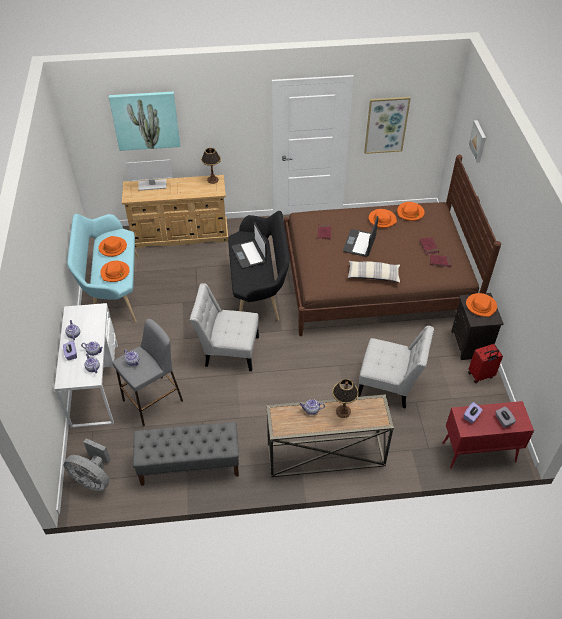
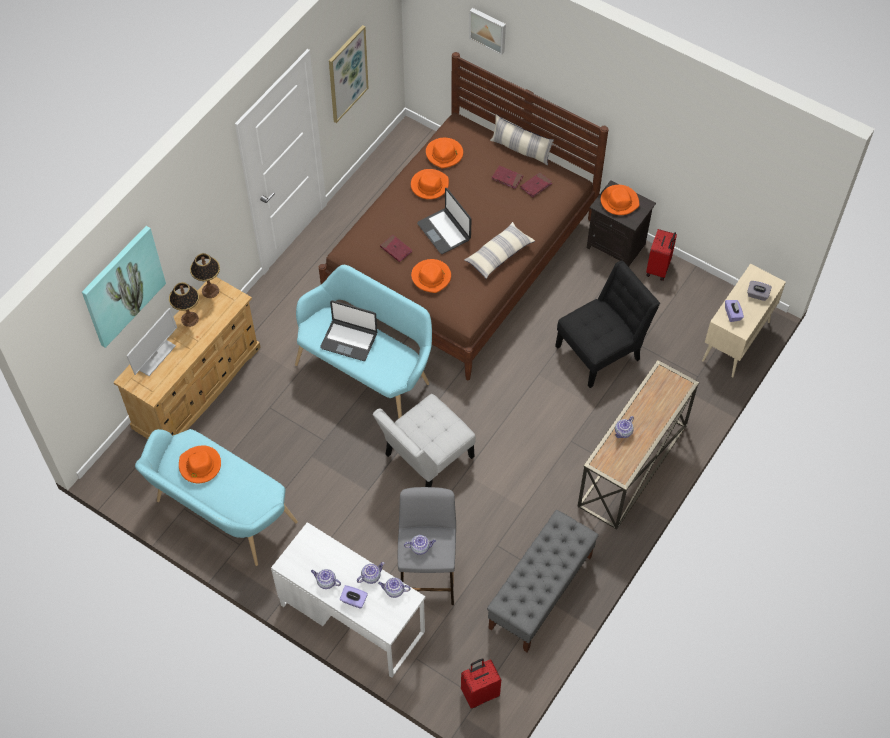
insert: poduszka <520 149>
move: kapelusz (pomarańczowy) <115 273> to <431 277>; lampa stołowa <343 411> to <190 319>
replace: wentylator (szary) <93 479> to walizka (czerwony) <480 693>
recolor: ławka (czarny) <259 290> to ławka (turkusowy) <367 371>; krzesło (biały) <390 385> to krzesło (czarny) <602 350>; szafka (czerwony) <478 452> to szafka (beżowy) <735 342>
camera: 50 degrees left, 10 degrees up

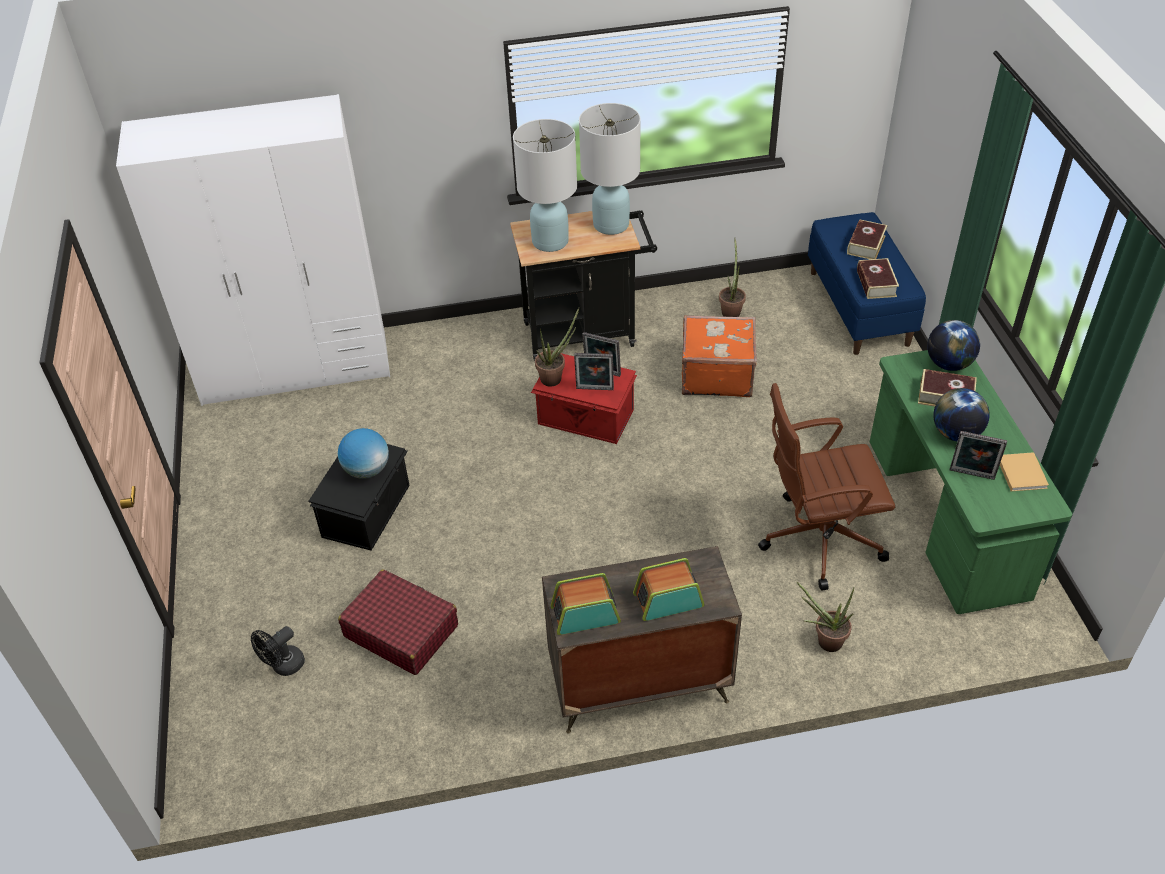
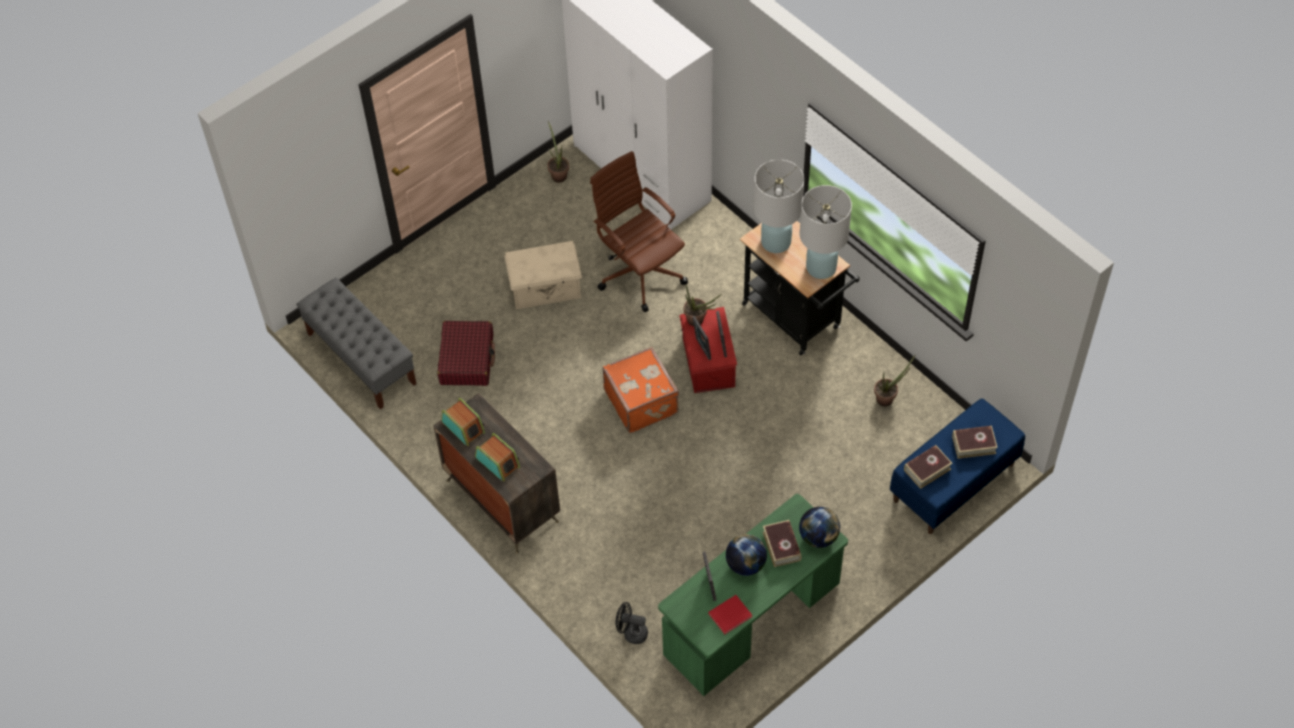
delete: globus <367 470>
insert: ławka (szary) <361 358>
move: walizka (pomarańczowy) <716 374> to <642 401>; krzesło biurowe (brązowy) <817 539> to <640 272>; roślina doniczkowa <824 641> to <558 174>; wentylator (czarny) <283 666> to <631 633>
recolor: pojemnik do przechowywania (czarny) <368 510> to pojemnik do przechowywania (beżowy) <546 288>; książka (beżowy) <1021 472> to książka (czerwony) <731 614>
camera: 60 degrees right, 10 degrees up

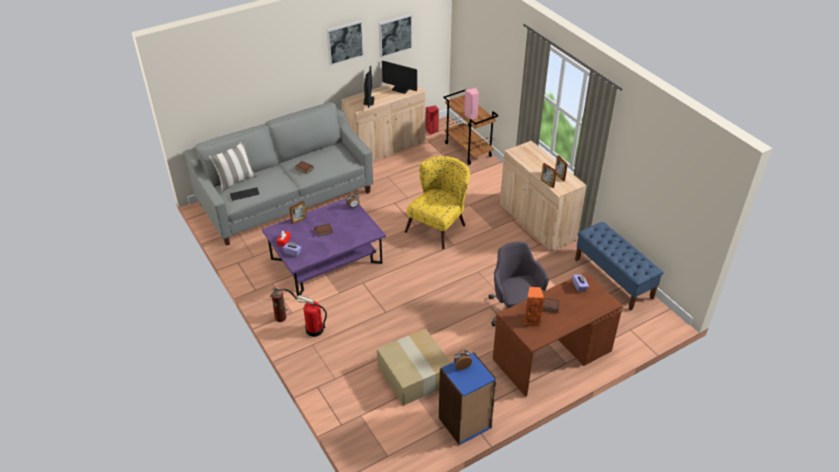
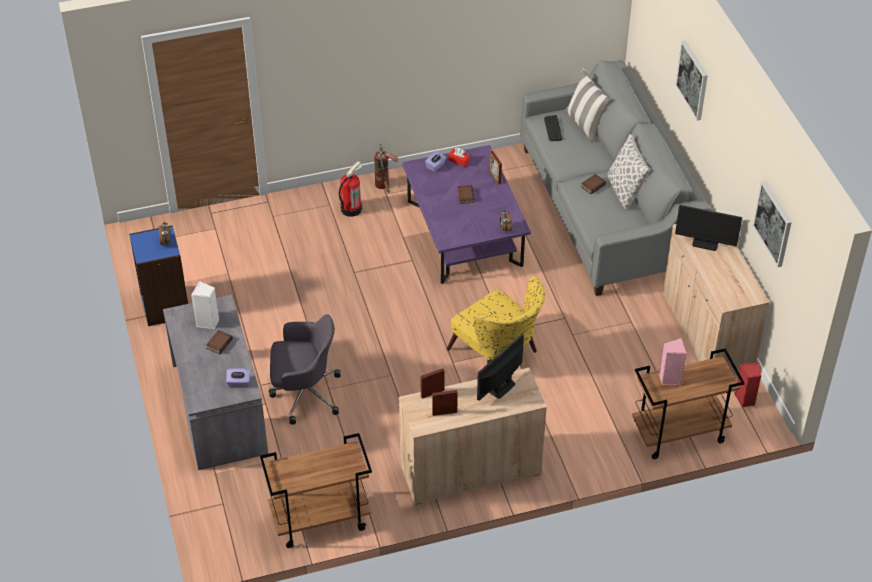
delete: karton <415 375>
insert: poduszka <625 190>
move: obraz <345 42> to <693 80>; monitor <400 89> to <501 387>
replace: ławka (niebieski) <613 279> to wózek (brązowy) <319 520>
recolor: biurko (brązowy) <552 356> to biurko (szary) <218 408>; głośnik (pomarańczowy) <531 319> to głośnik (biały) <208 322>
camera: 105 degrees right, 5 degrees up

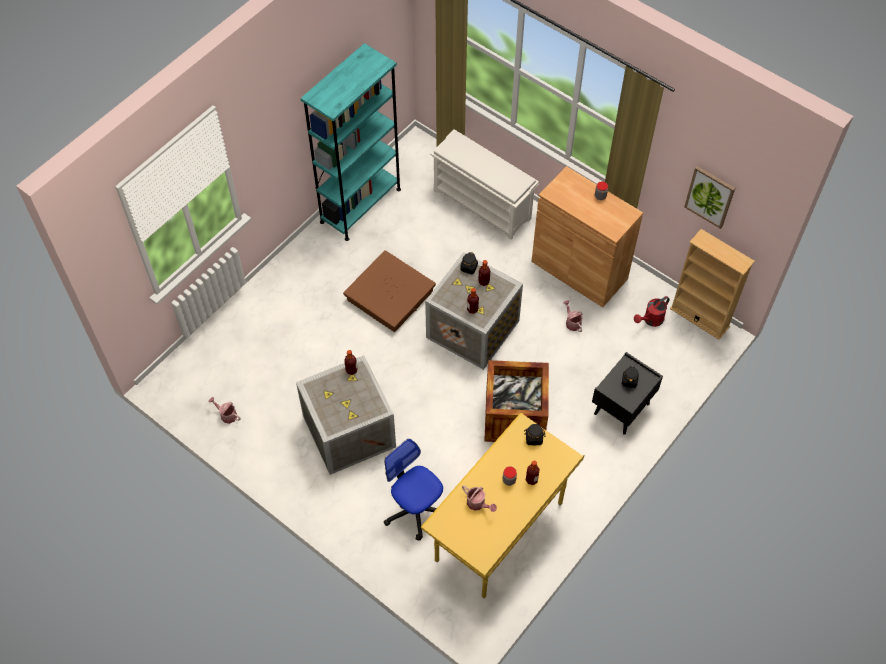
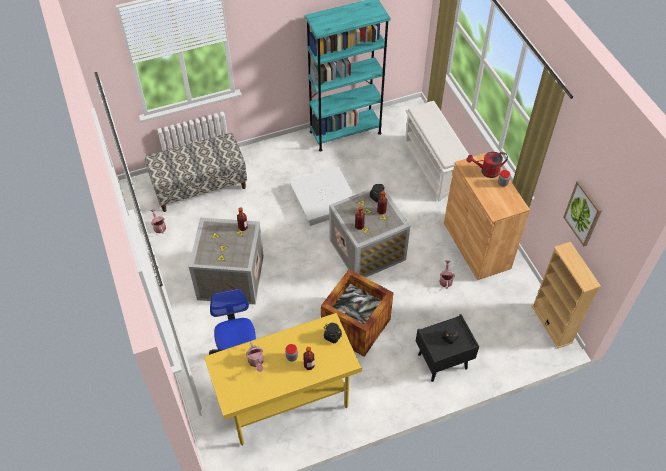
insert: ławka <200 186>
move: konewka (czerwony) <651 320> to <486 171>
recolor: pojemnik do przechowywania (brązowy) <390 295> to pojemnik do przechowywania (biały) <324 200>
camera: 30 degrees right, 5 degrees down

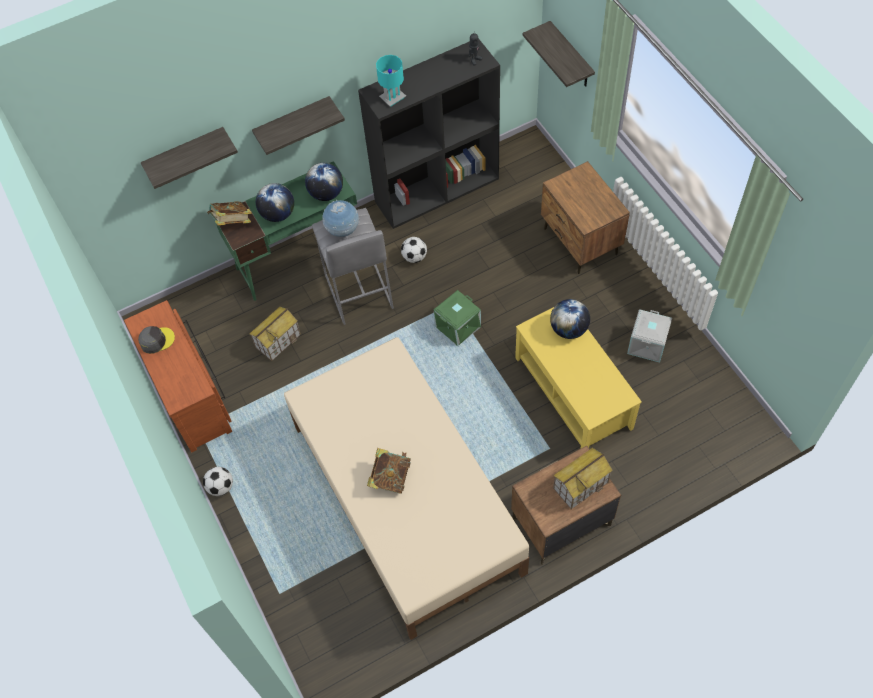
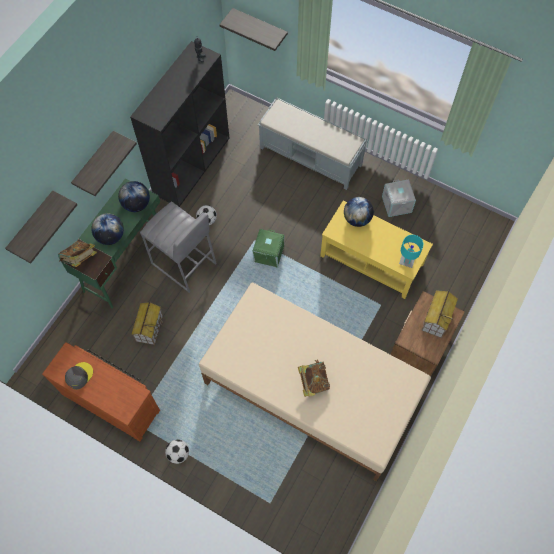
delete: globus <343 230>
move: lampa stołowa (turkusowy) <393 98> to <407 260>
replace: szafka nocna (brązowy) <580 242> to ławka (szary) <311 156>
camera: 35 degrees left, 5 degrees up

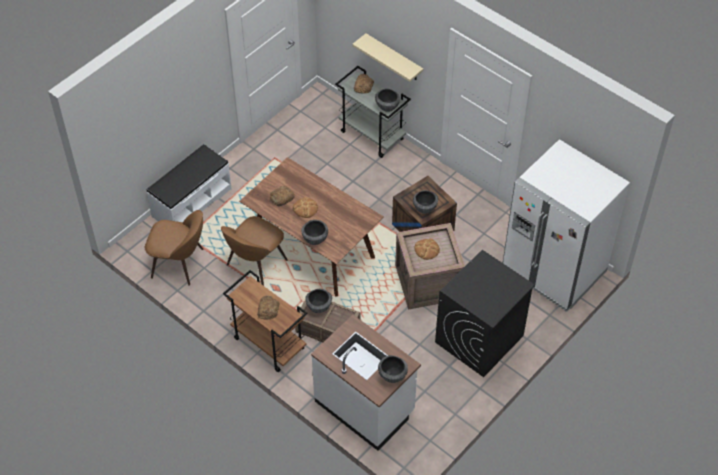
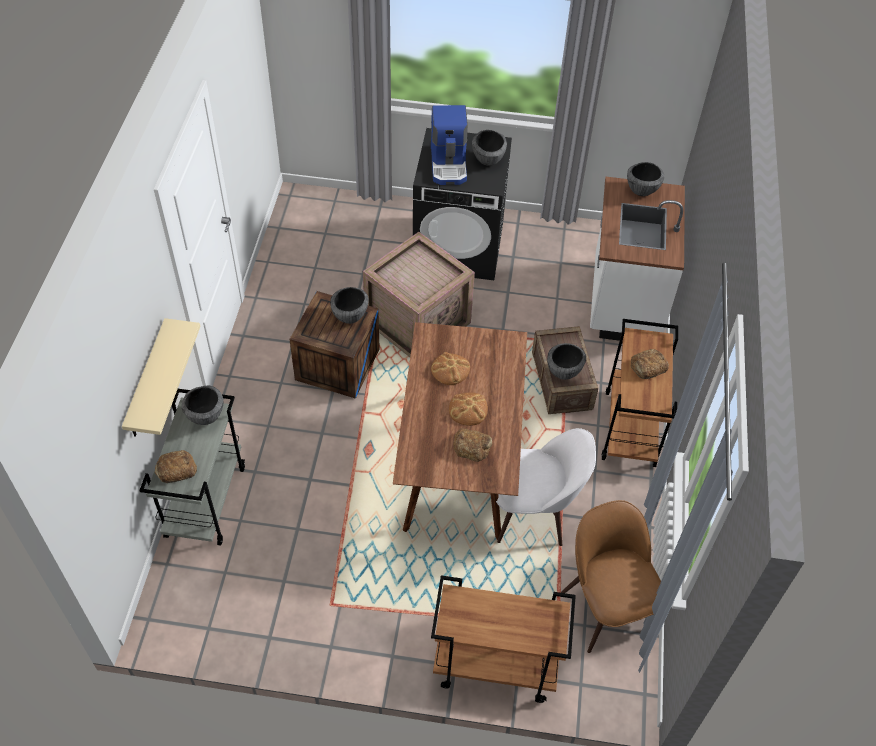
delete: lodówka (biały) <554 270>
insert: ekspres do kawy <449 164>
move: miska <315 239> to <488 160>; chleb <426 249> to <450 370>
replace: ławka (biały) <191 202> to wózek (brązowy) <494 666>
recolor: krzesło (brązowy) <255 264> to krzesło (biały) <533 512>
camera: 125 degrees left, 0 degrees up

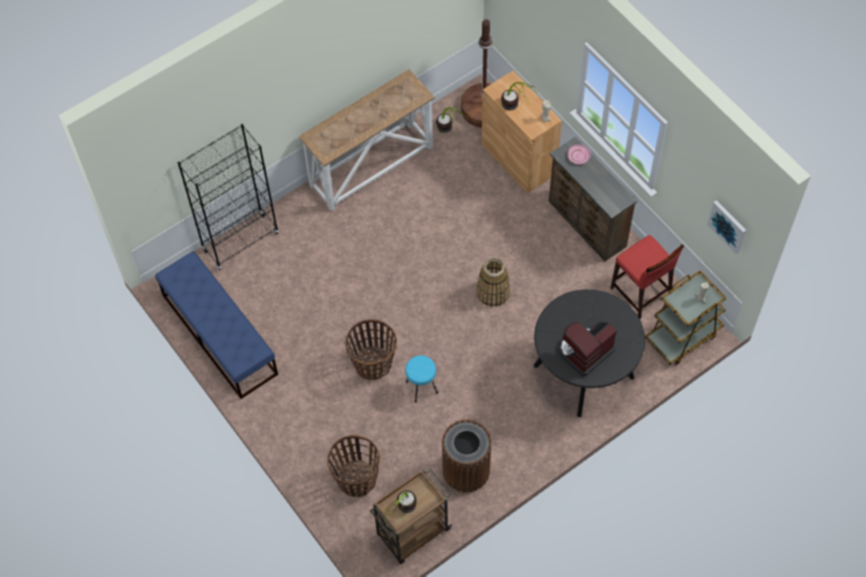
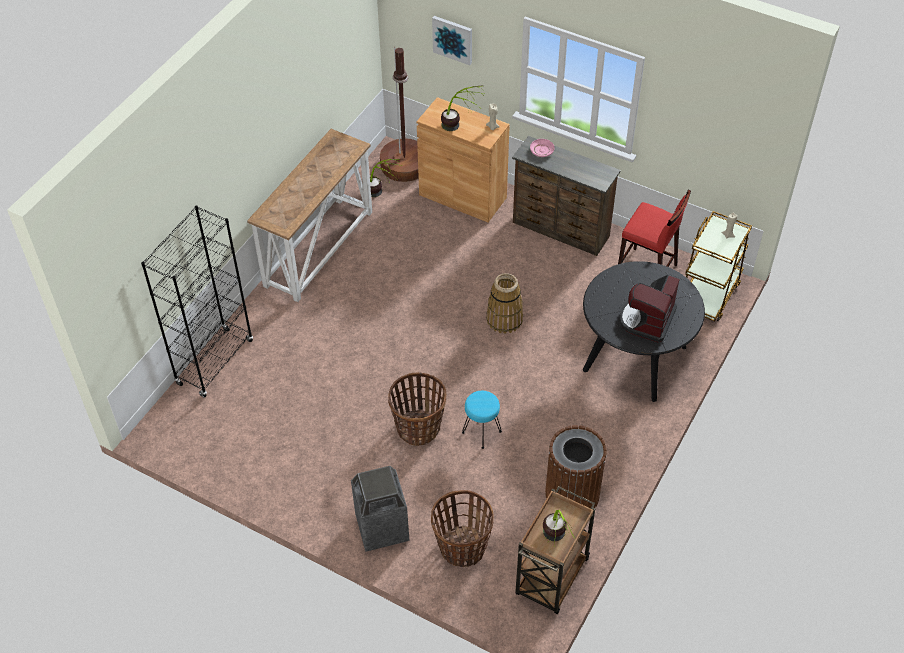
delete: ławka (niebieski) <219 334>
insert: kosz na śmieci <381 528>
move: obraz <728 226> to <453 39>
camera: 25 degrees left, 10 degrees down

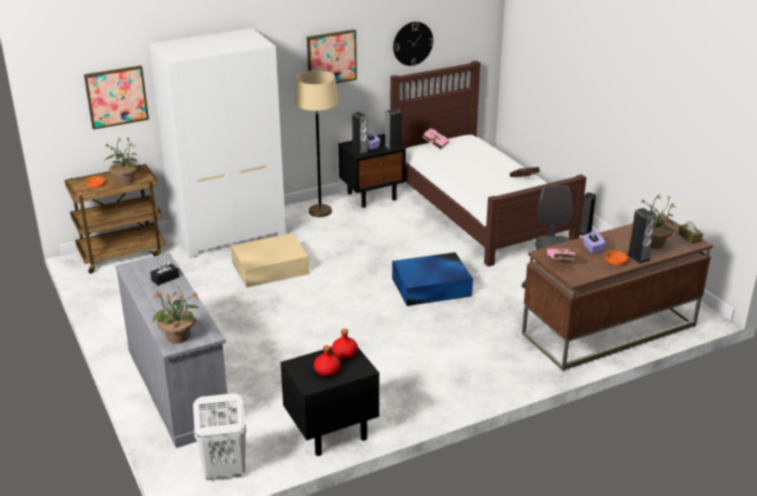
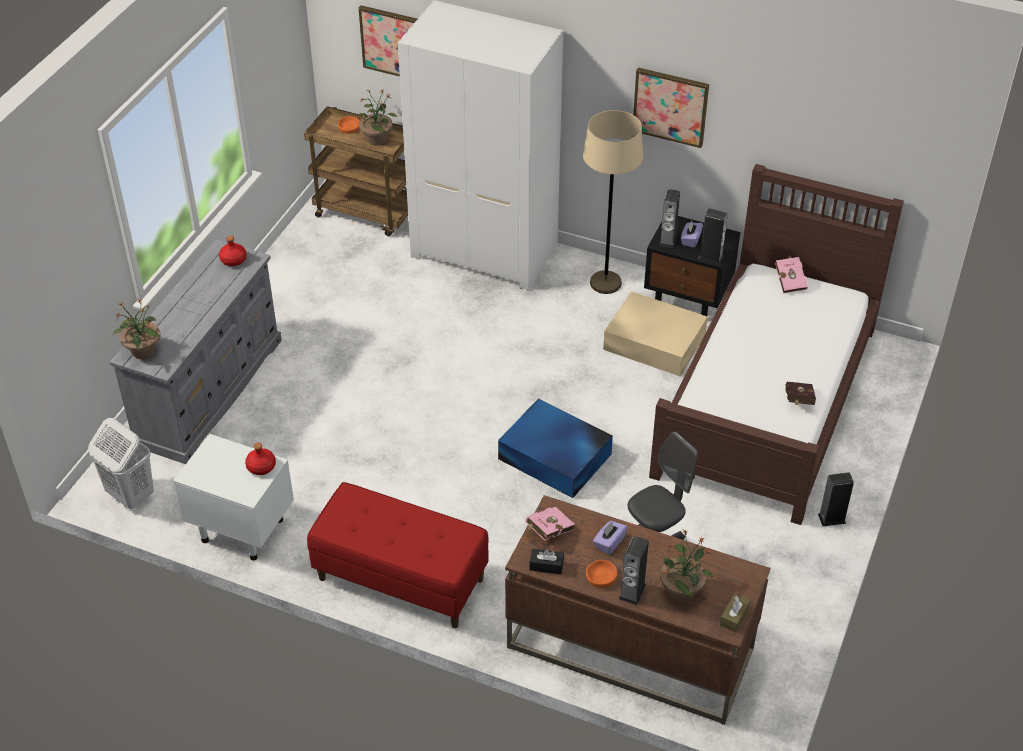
delete: zegar ścienny <412 43>
insert: ławka (czerwony) <400 579>
move: pojemnik do przechowywania (beżowy) <269 268> to <653 341>; pudełko chusteczek (czarny) <165 279> to <546 565>; butelka (czerwony) <327 370> to <234 260>
recolor: szafka nocna (czarny) <330 432> to szafka nocna (biały) <241 529>
camera: 50 degrees right, 15 degrees up

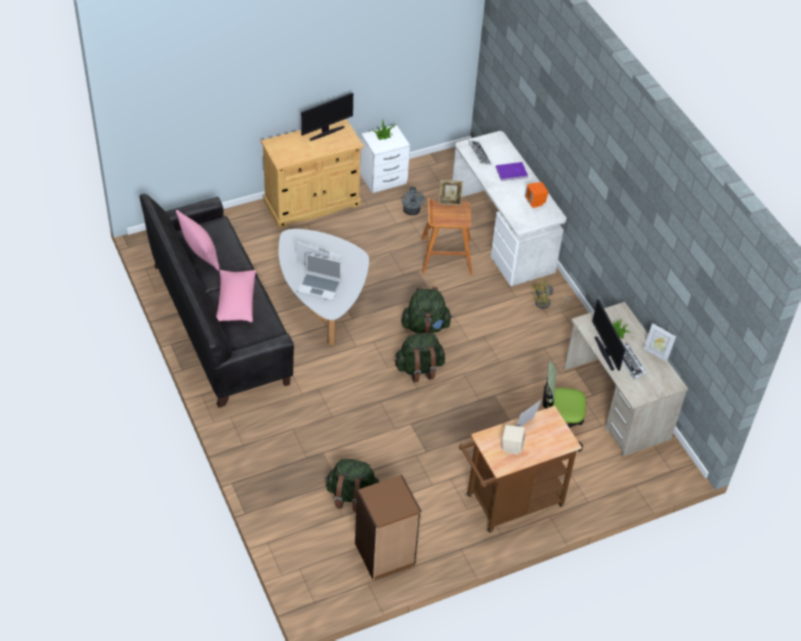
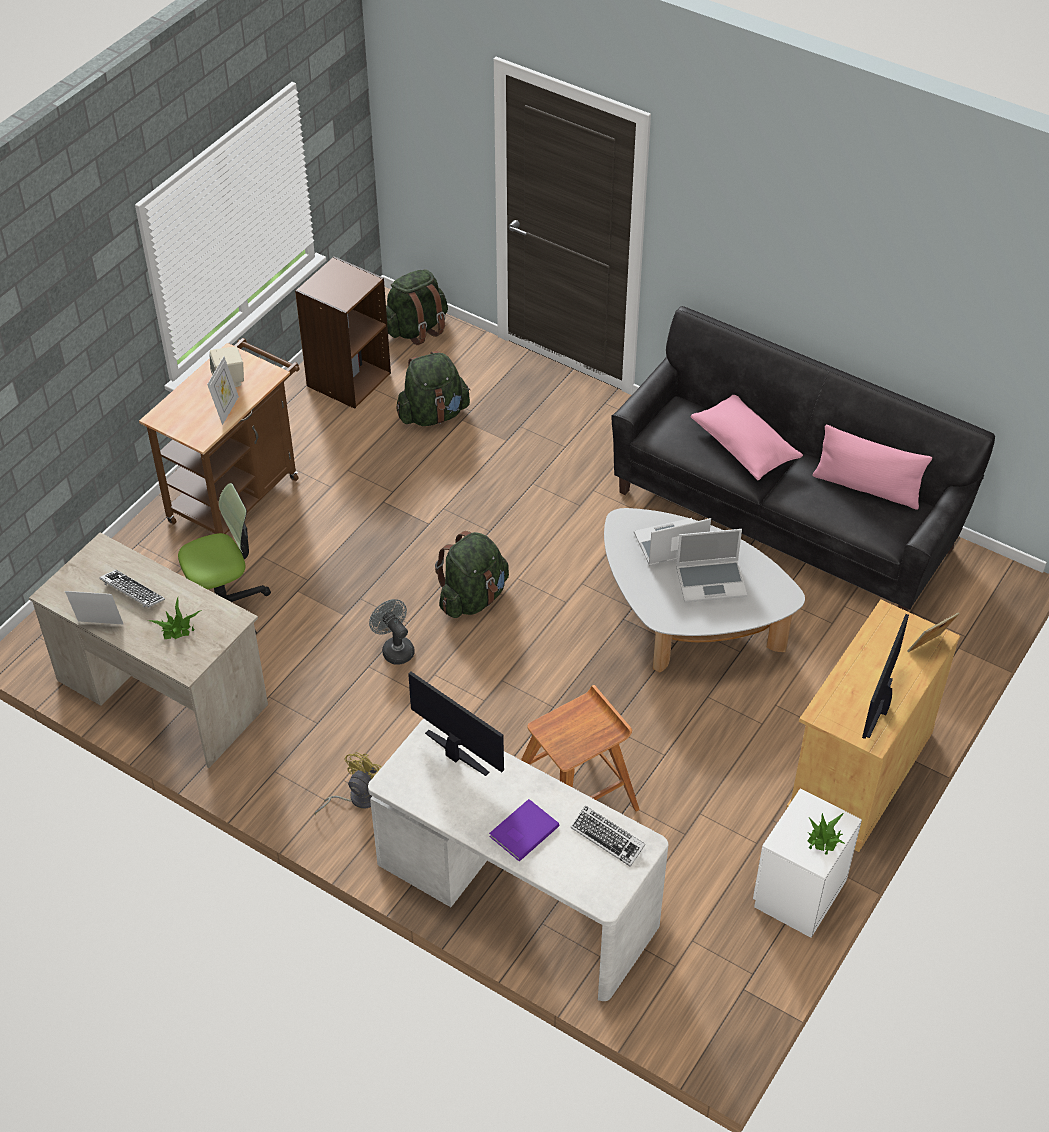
delete: głośnik (pomarańczowy) <535 202>
move: ramka na zdjęcie <449 201> to <928 648>; wentylator (szary) <412 212> to <395 649>; plecak (zielony) <425 326> to <416 329>; monitor <605 353> to <455 754>
camera: 150 degrees right, 0 degrees up

